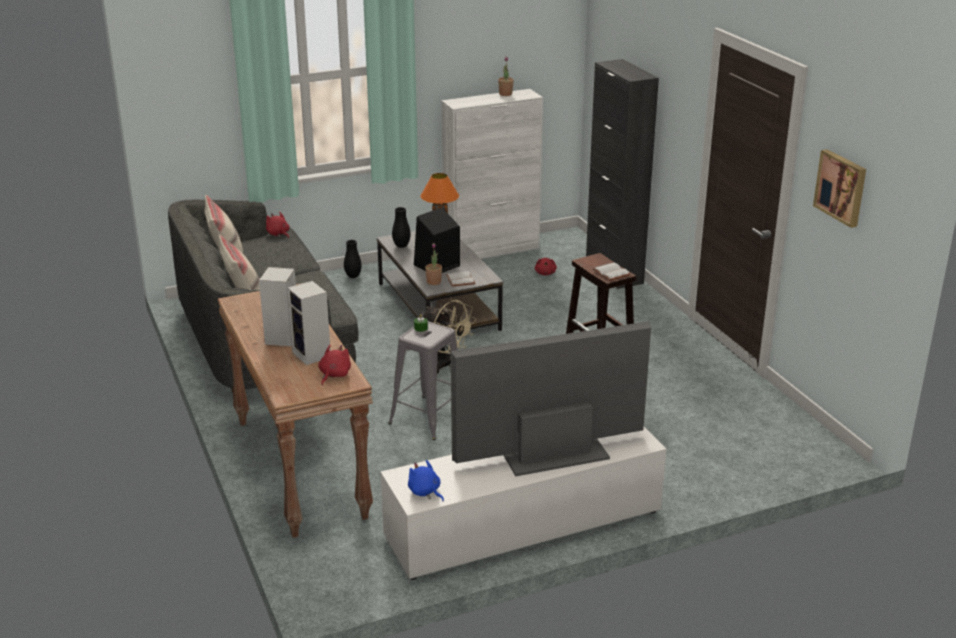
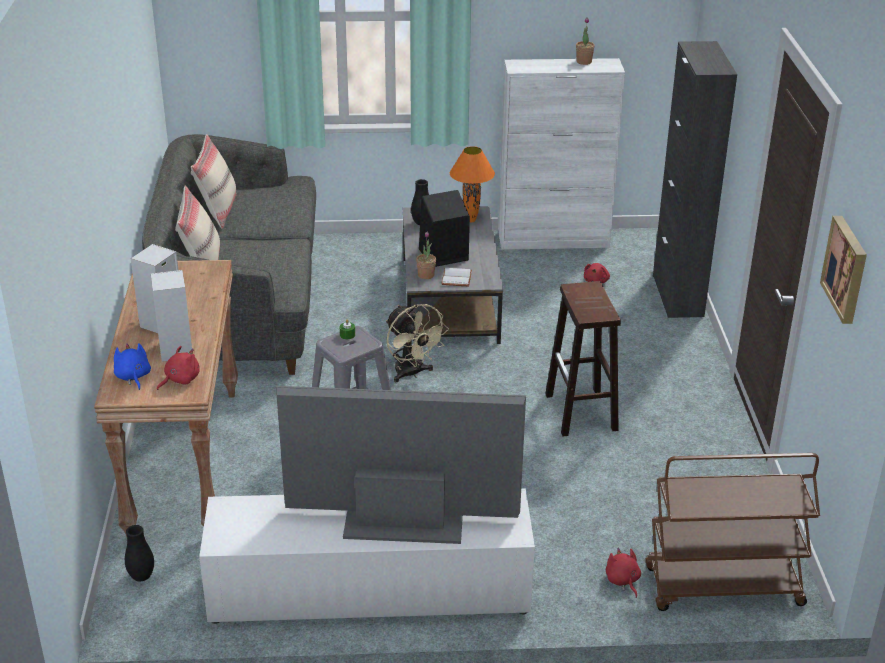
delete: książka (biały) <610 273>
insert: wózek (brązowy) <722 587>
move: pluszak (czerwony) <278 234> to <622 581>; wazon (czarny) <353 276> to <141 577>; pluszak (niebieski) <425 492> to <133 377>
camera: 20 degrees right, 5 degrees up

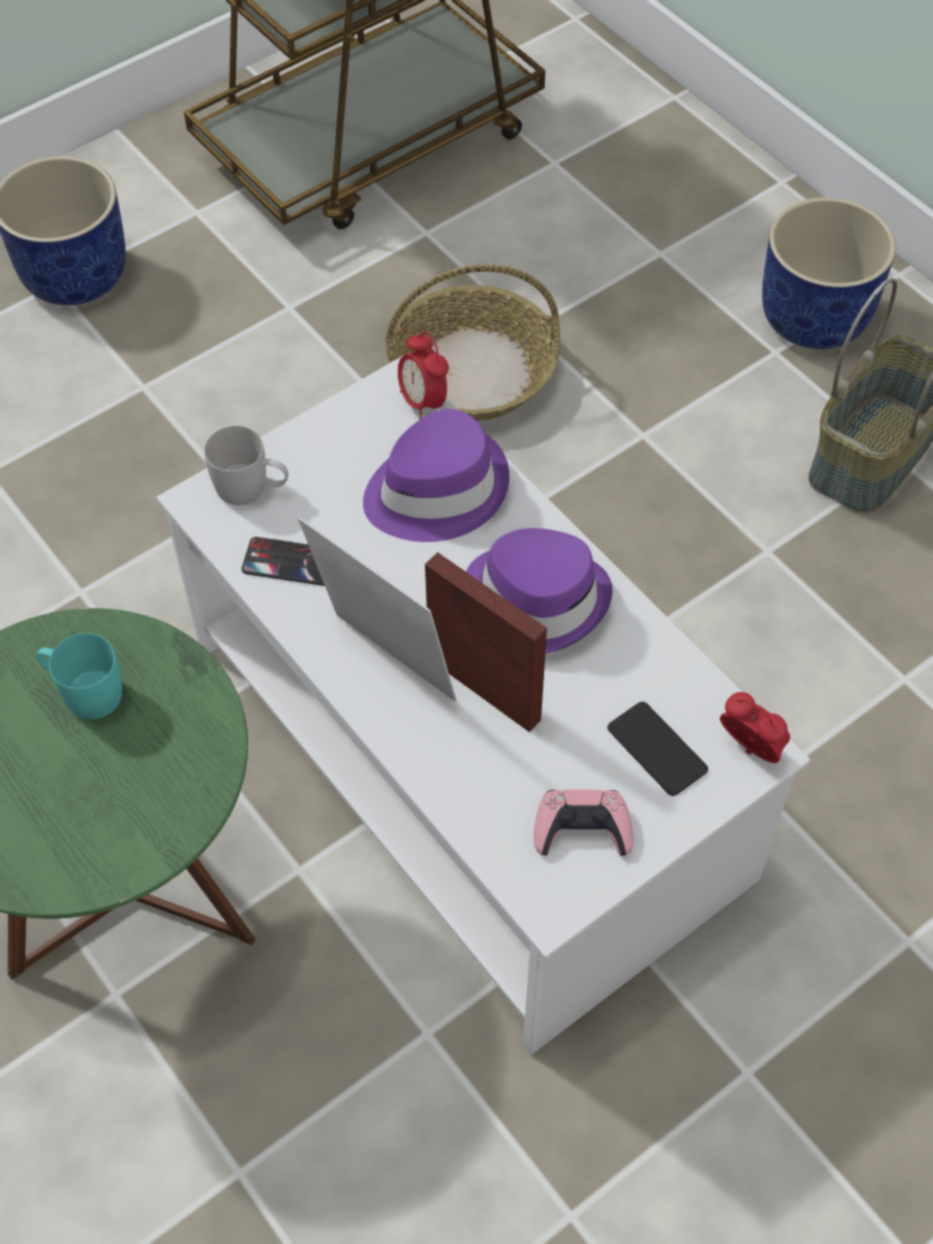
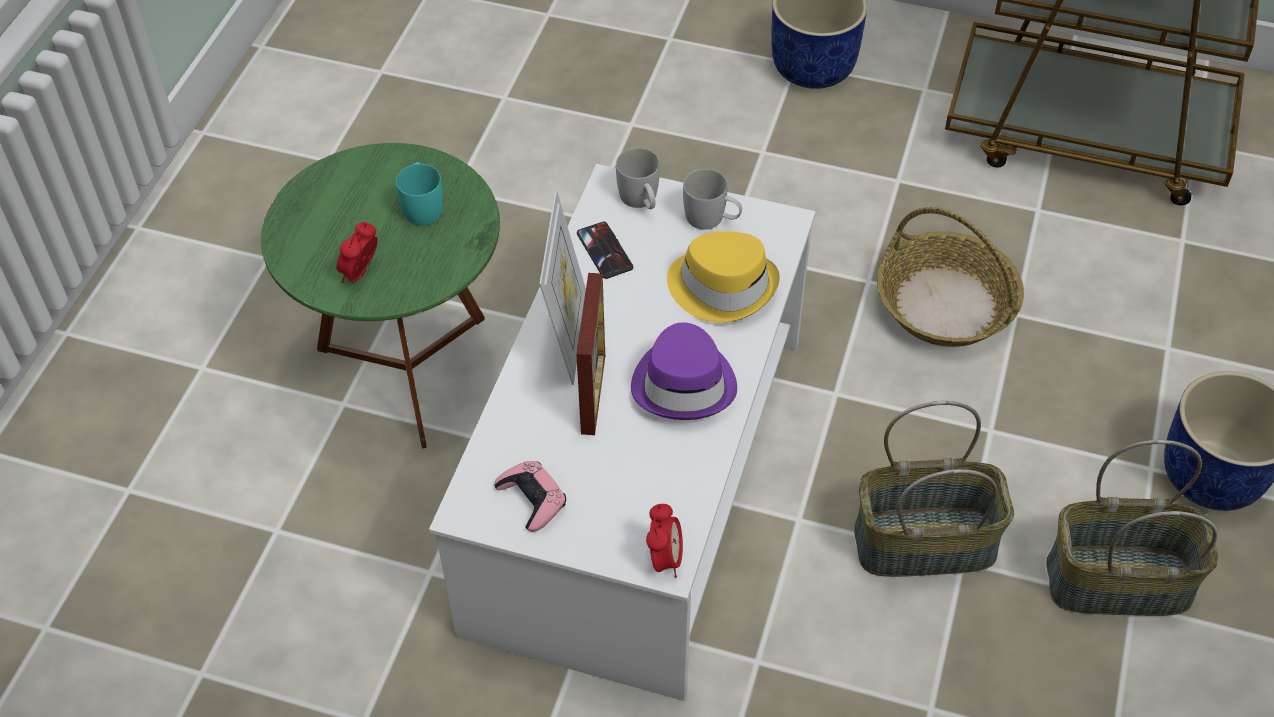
delete: telefon <657 749>
insert: kubek (biały) <712 219>; koszyk <925 541>
move: budzik <423 402> to <361 274>
recolor: kapelusz (fioletowy) <435 489> to kapelusz (żółty) <723 286>
camera: 55 degrees right, 5 degrees down

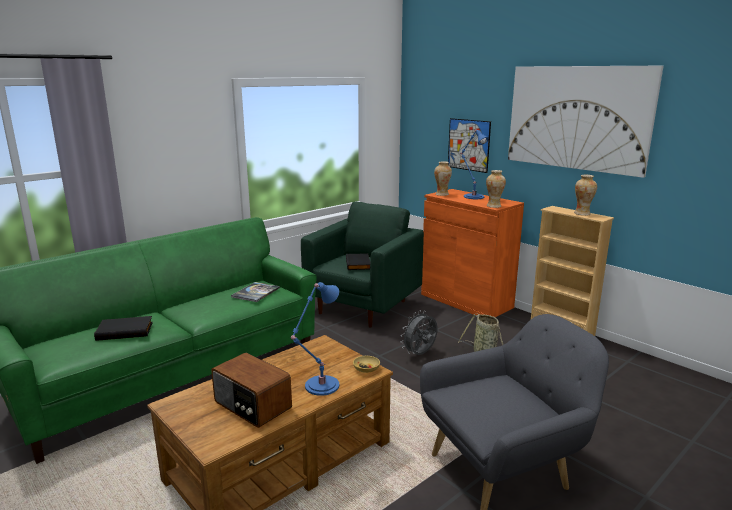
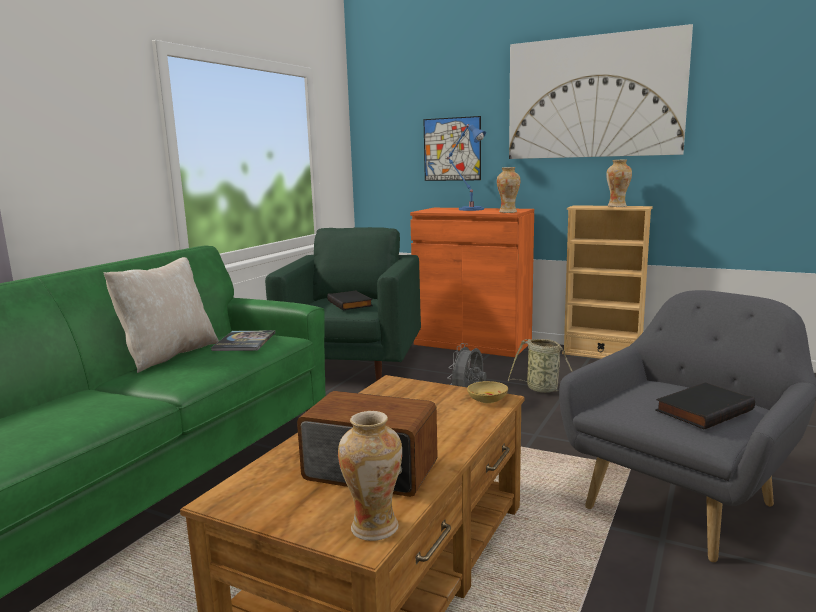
delete: lampa stołowa (niebieski) <319 387>
insert: poduszka (beżowy) <168 355>
move: wazon <442 194> to <374 527>; książka (czarny) <125 330> to <702 409>
camera: 20 degrees left, 5 degrees down

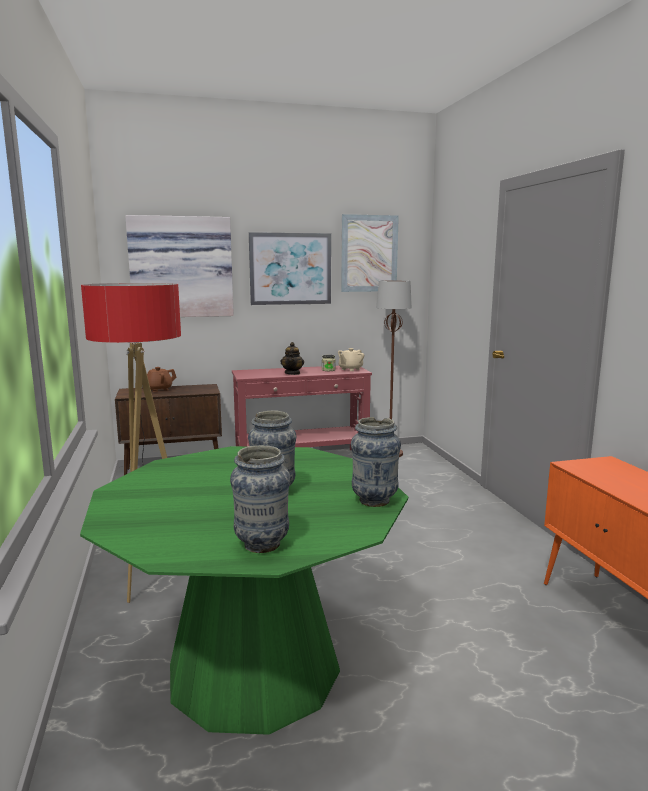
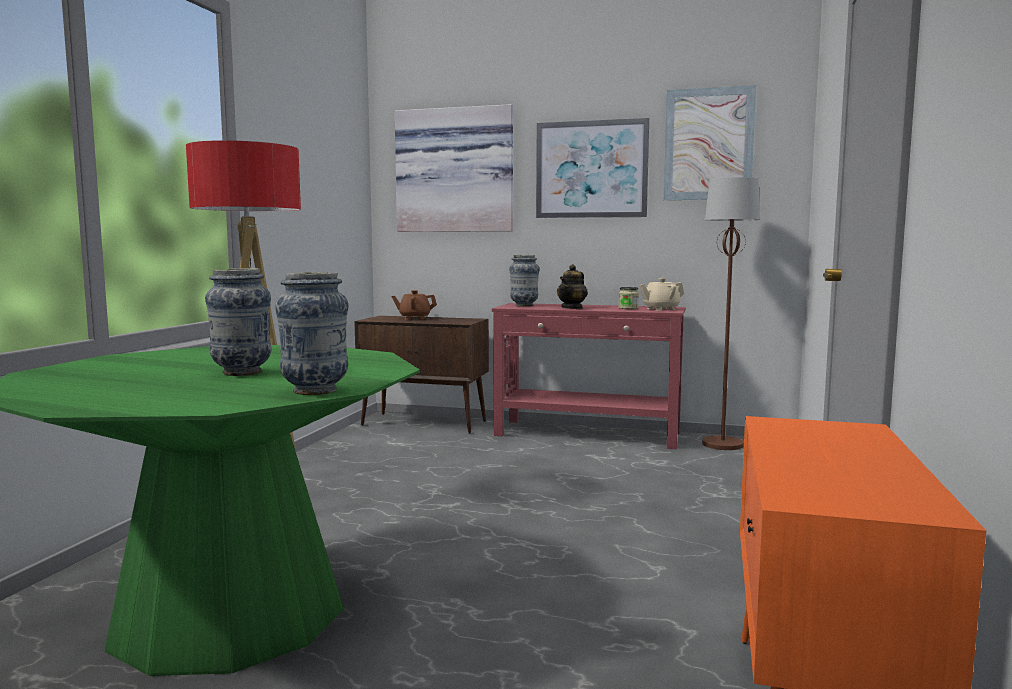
move: wazon <262 545> to <524 305>
camera: 30 degrees right, 5 degrees down

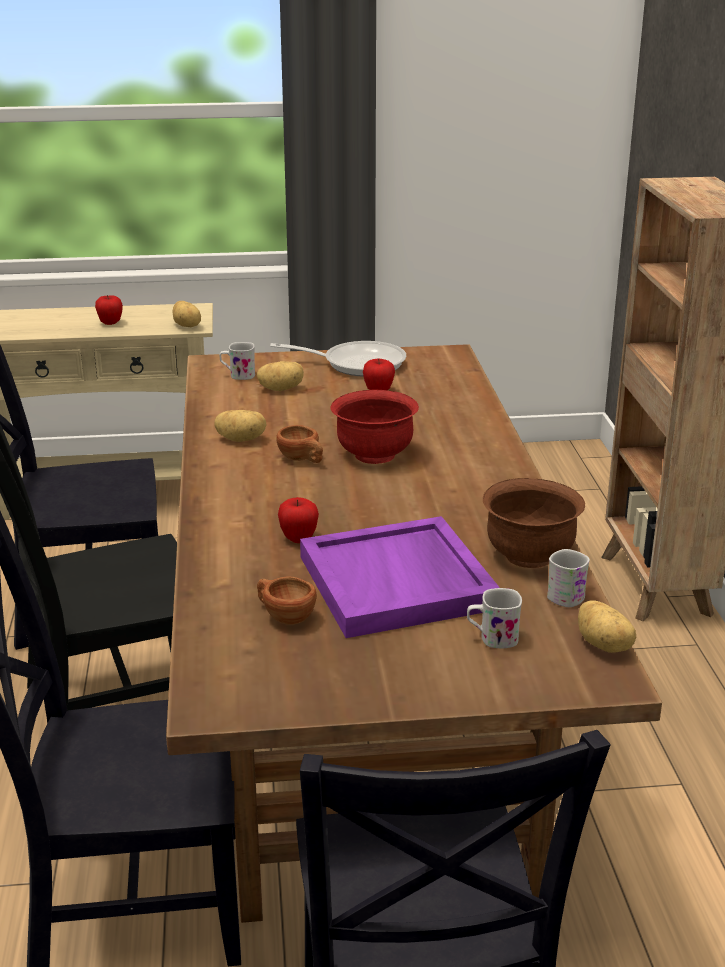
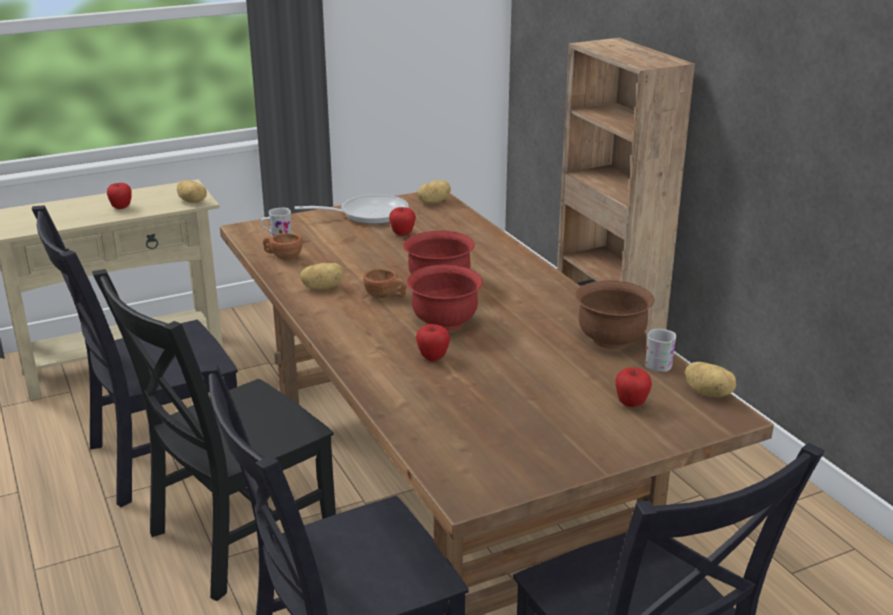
delete: taca (fioletowy) <398 583>
insert: miska (czerwony) <444 323>
move: ziemniak <281 389> to <433 202>; filiżanka (brązowy) <284 616> to <283 257>
replace: kubek (biały) <492 638> to jabłko <631 404>
camera: 20 degrees left, 0 degrees up

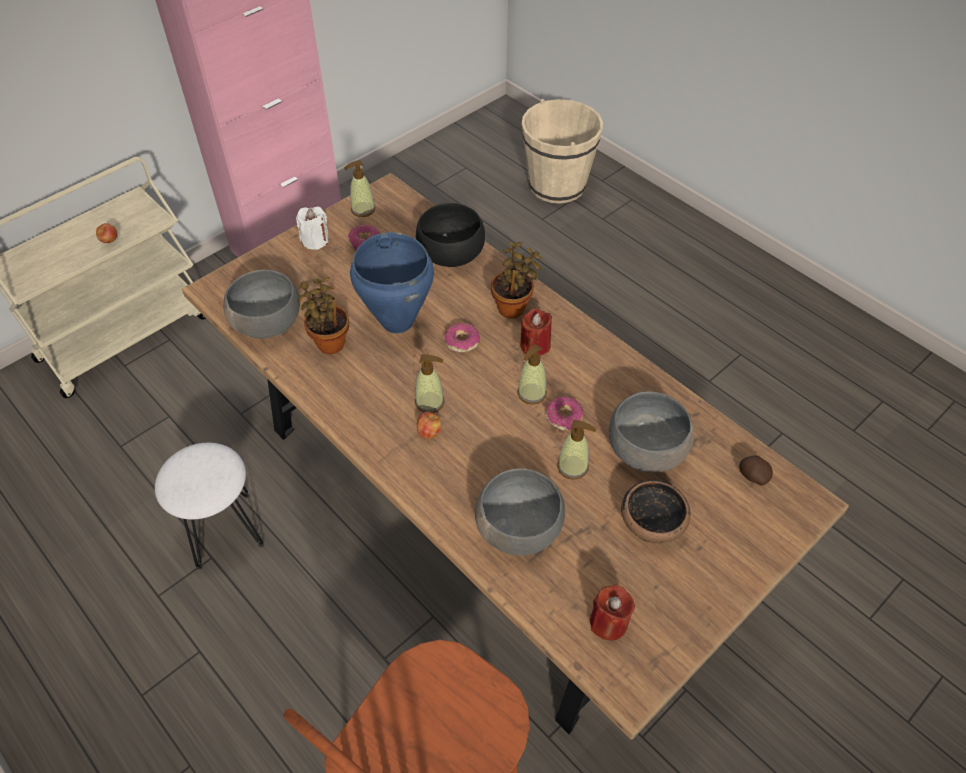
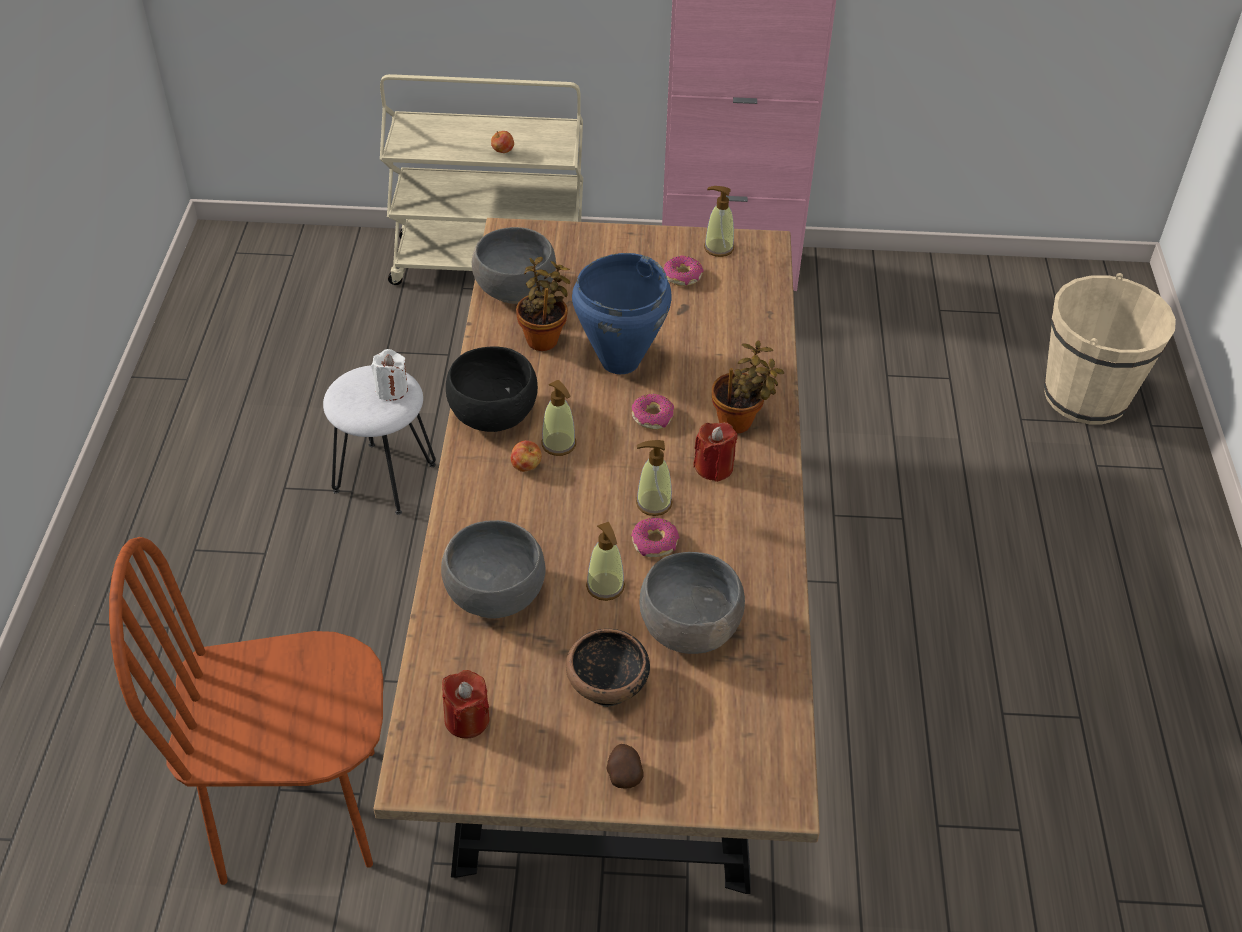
move: miska (czarny) <451 254> to <493 414>; świeca (biały) <315 240> to <391 390>; ziemniak <752 476> to <624 774>
camera: 45 degrees right, 5 degrees down

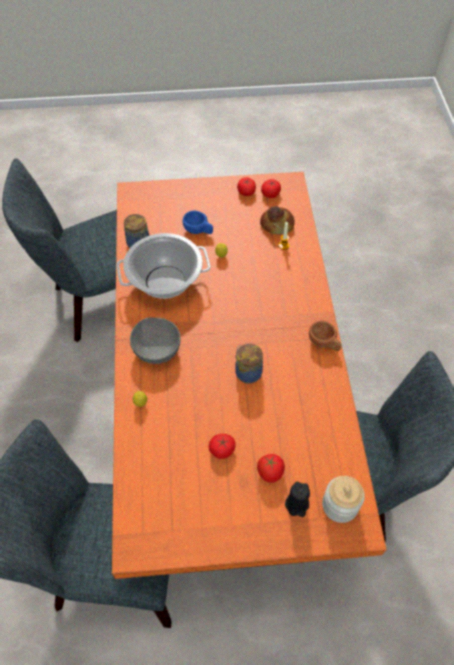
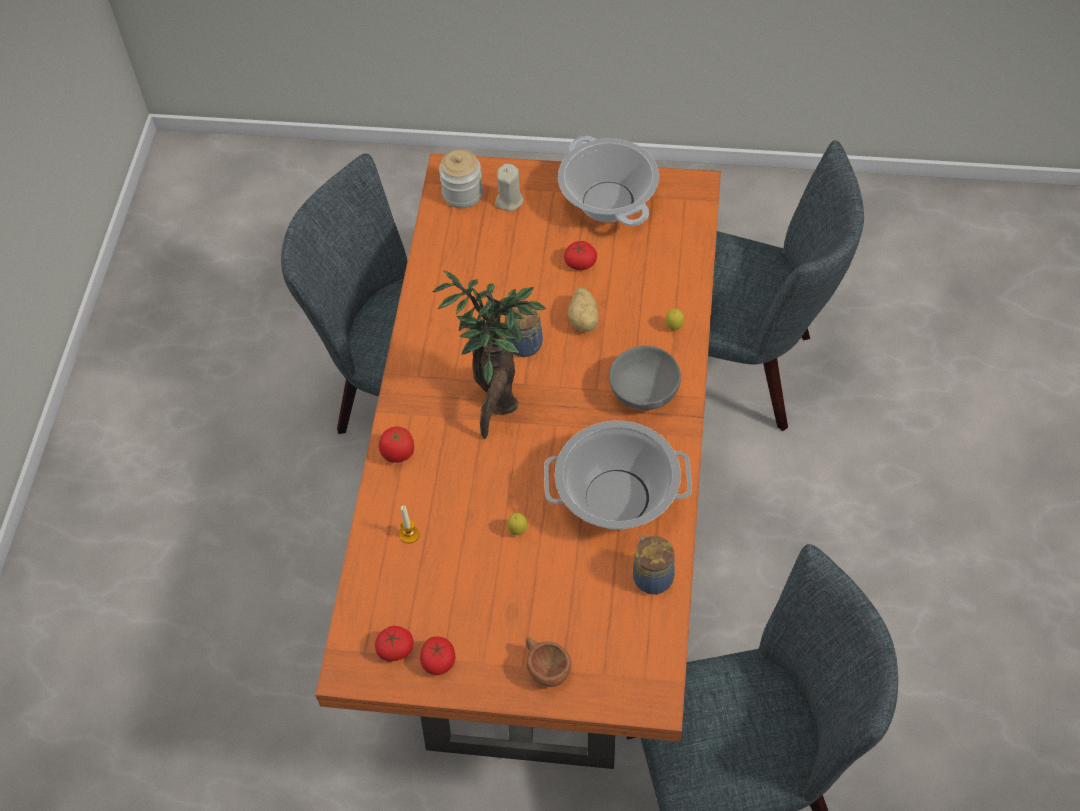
delete: chleb <277 224>; filiżanka (niebieski) <198 231>
insert: garnek <608 201>; roślina doniczkowa <497 400>; ziemniak <584 319>
move: filiżanka (brązowy) <324 343> to <545 668>; pomidor <270 472> to <398 454>
recolor: świeca (czarny) <297 504> to świeca (beżowy) <509 200>
camera: 165 degrees left, 0 degrees up

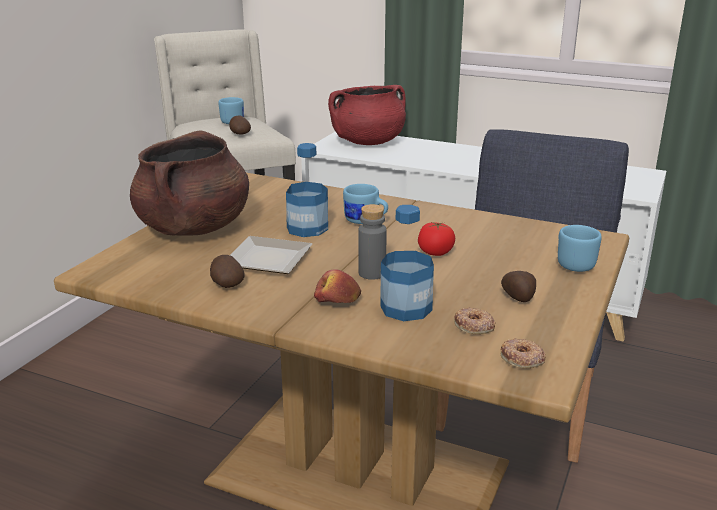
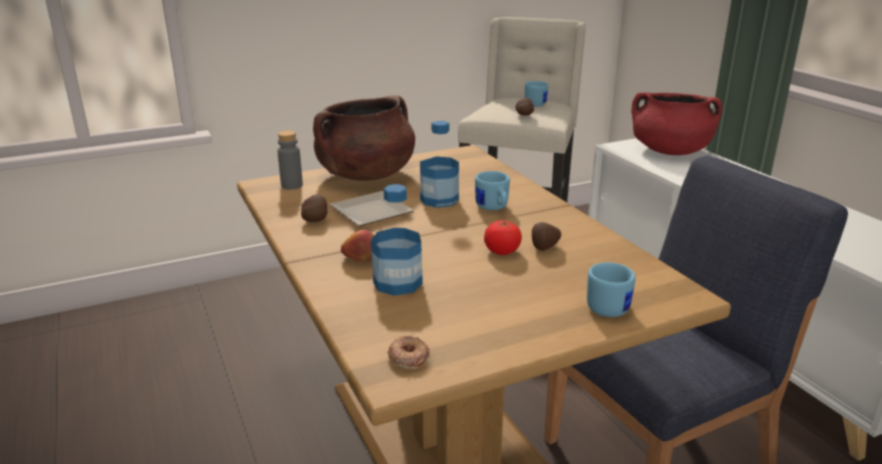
delete: donut <473 326>
move: butelka (szary) <372 273> to <292 185>; ziemniak <518 298> to <544 247>
camera: 40 degrees right, 0 degrees up

